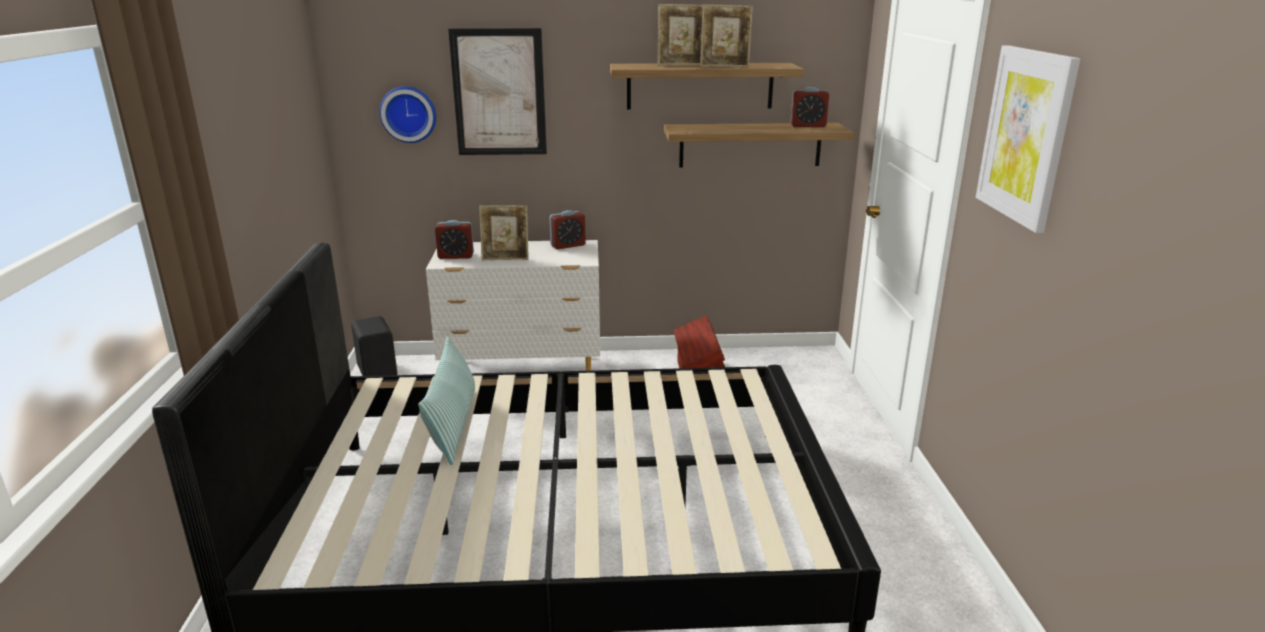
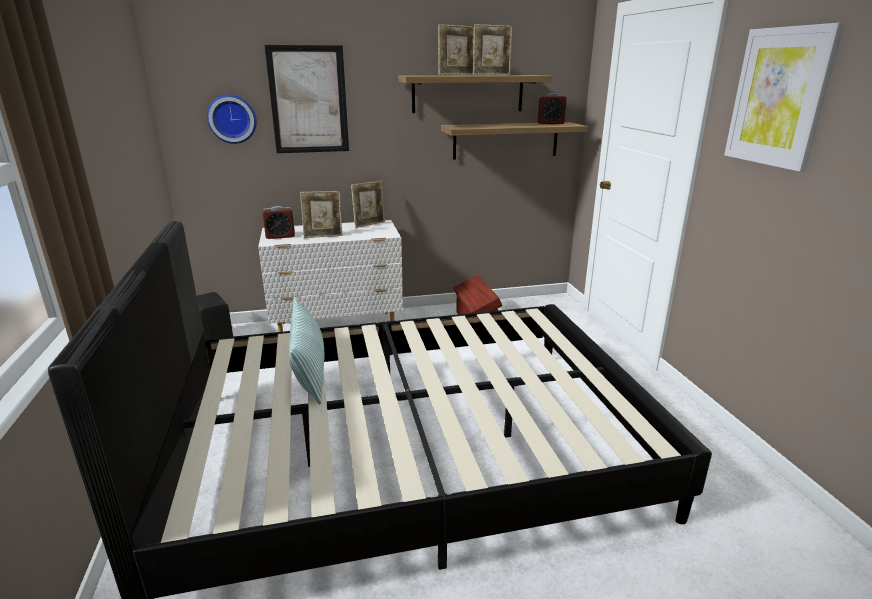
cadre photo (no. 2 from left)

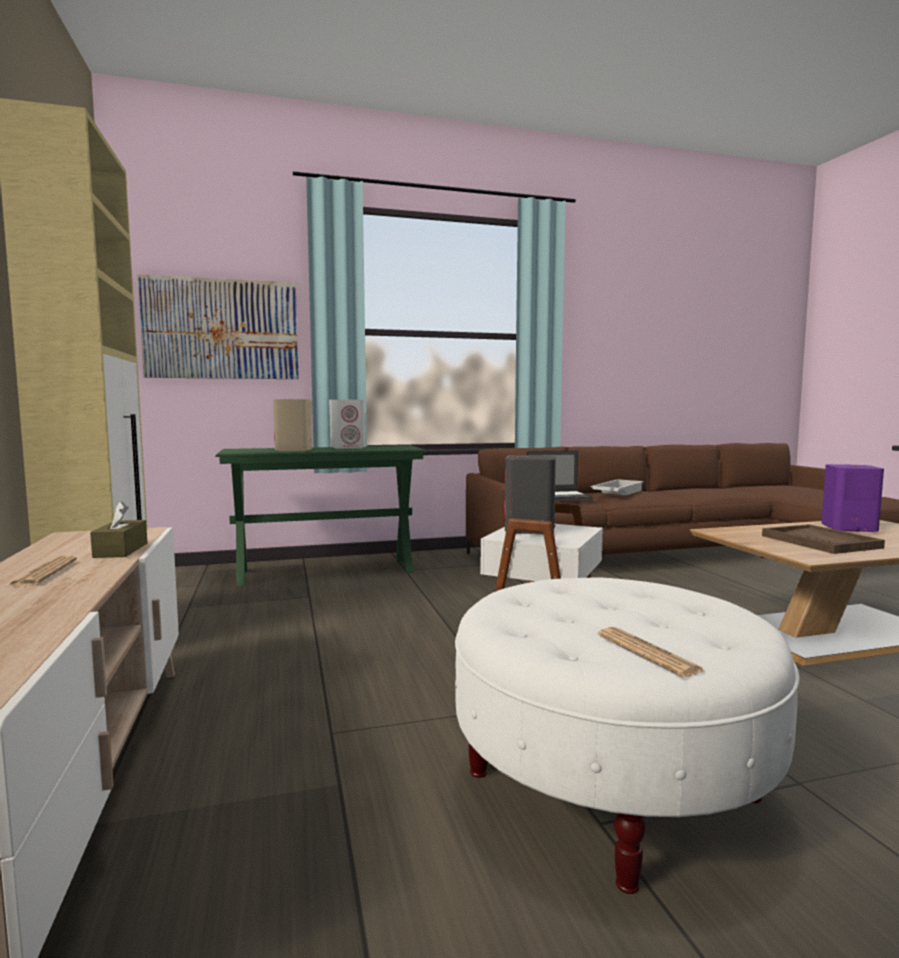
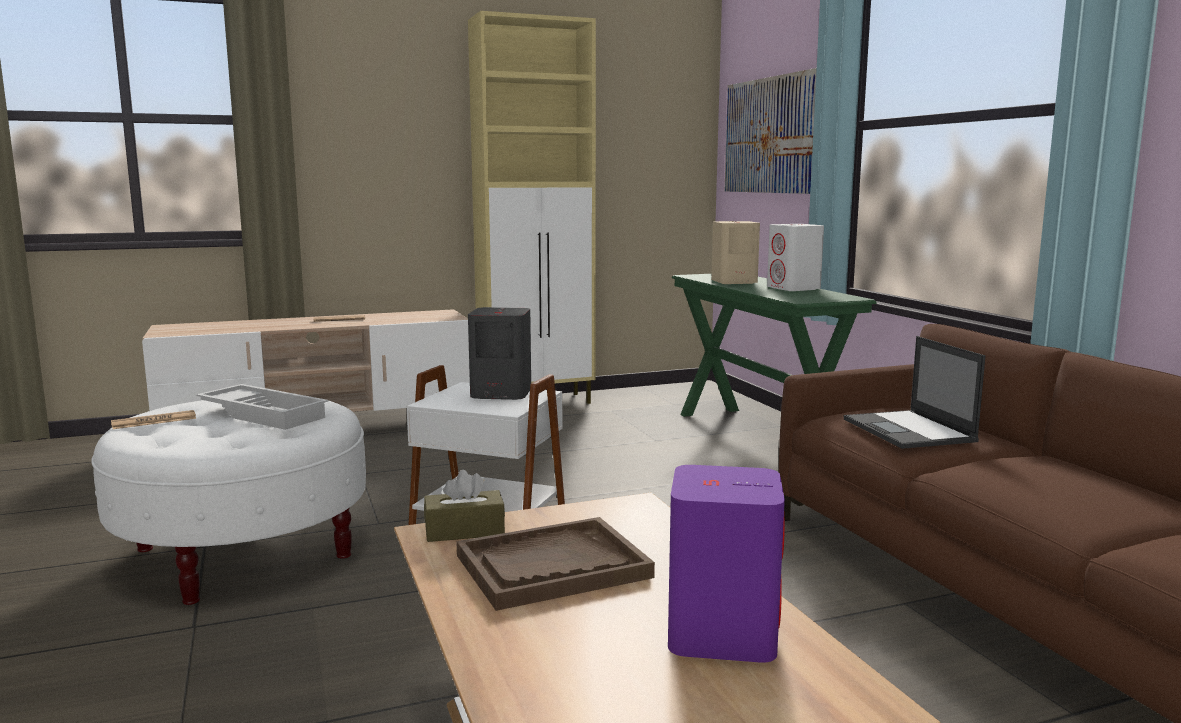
plateau (blanc); boîte à mouchoirs (marron)

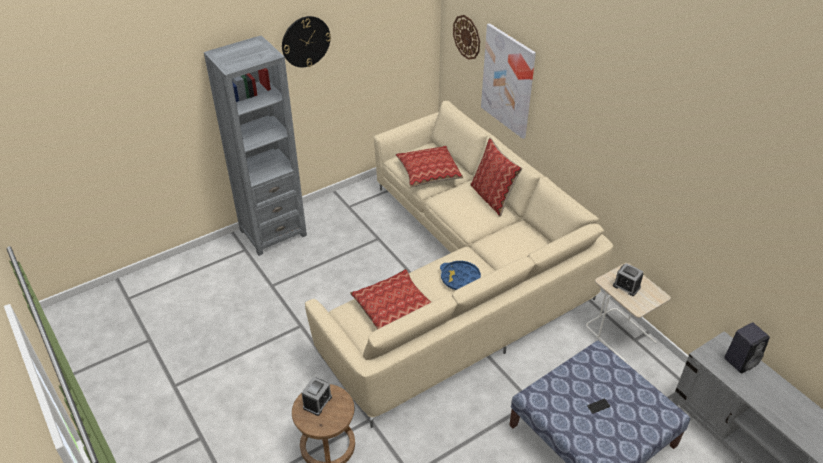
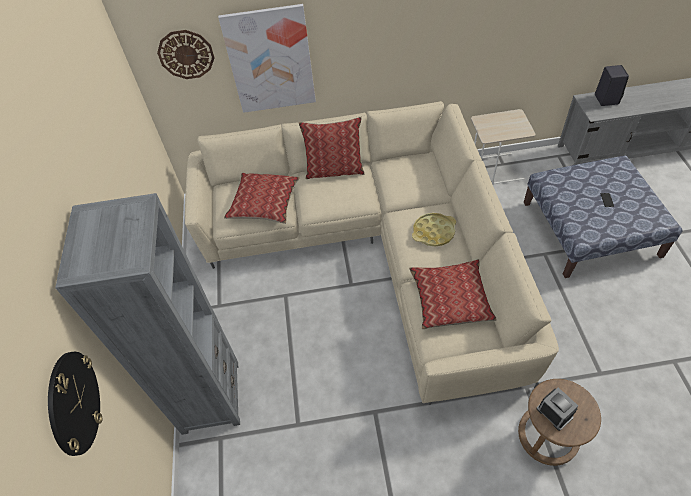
horloge murale (no. 1 from left); plateau (jaune); réveil (no. 2 from left in the first image)

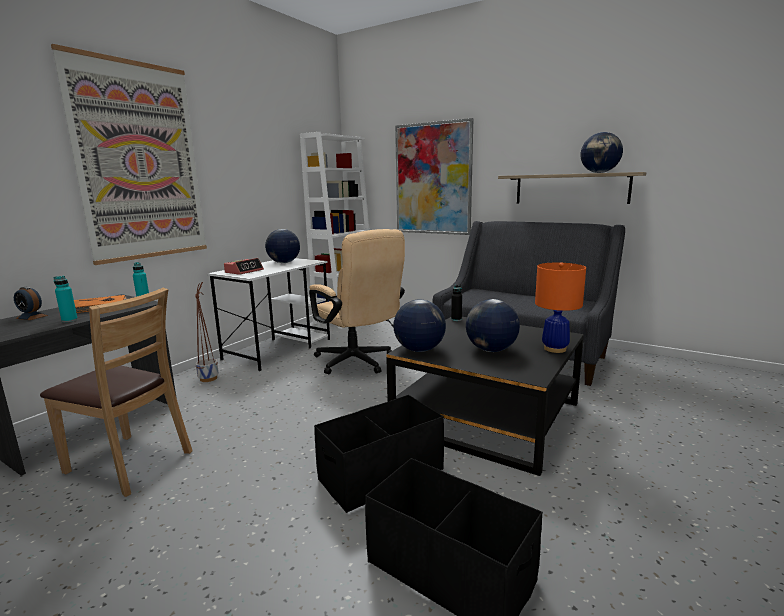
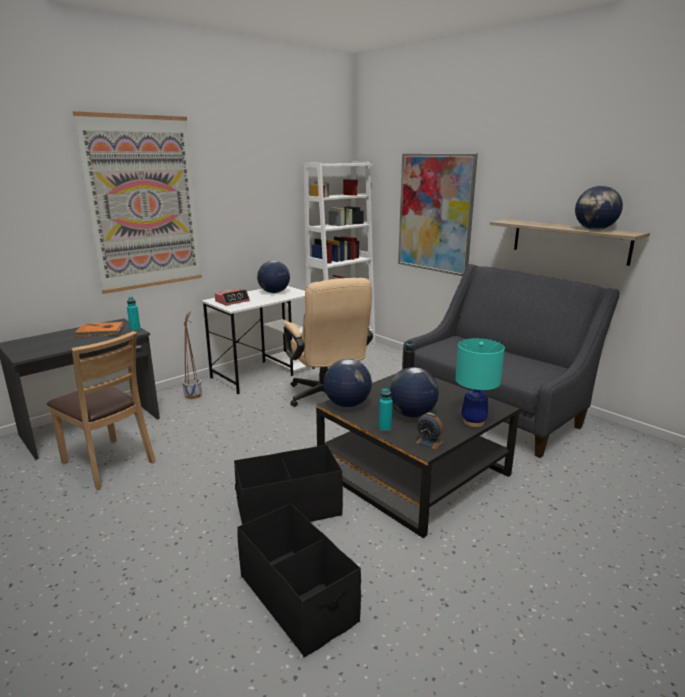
lampe de table (turquoise); bouteille (turquoise) (no. 2 from left); réveil (no. 2 from left)

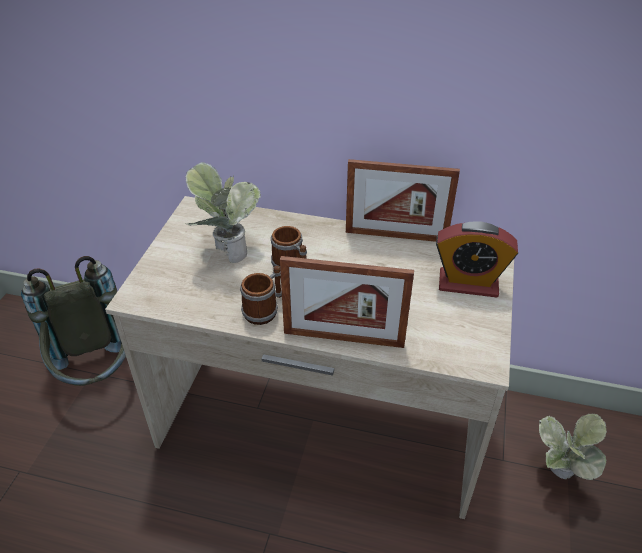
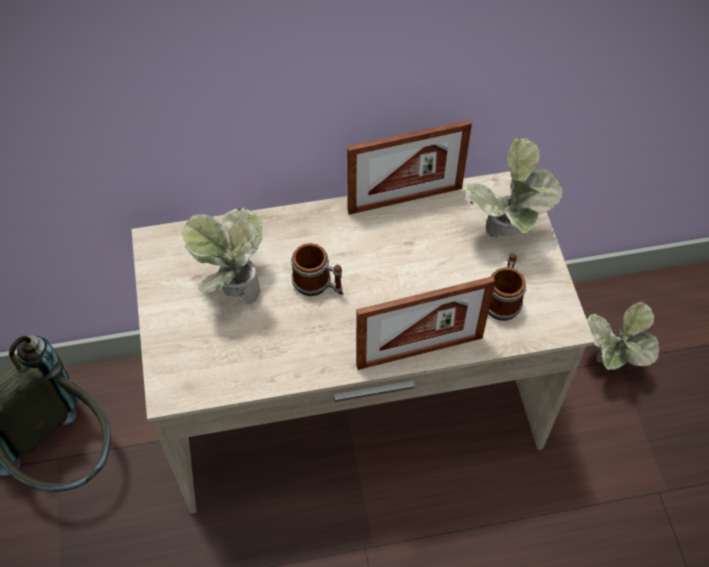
plante en pot (no. 2 from left); mug (no. 2 from left)

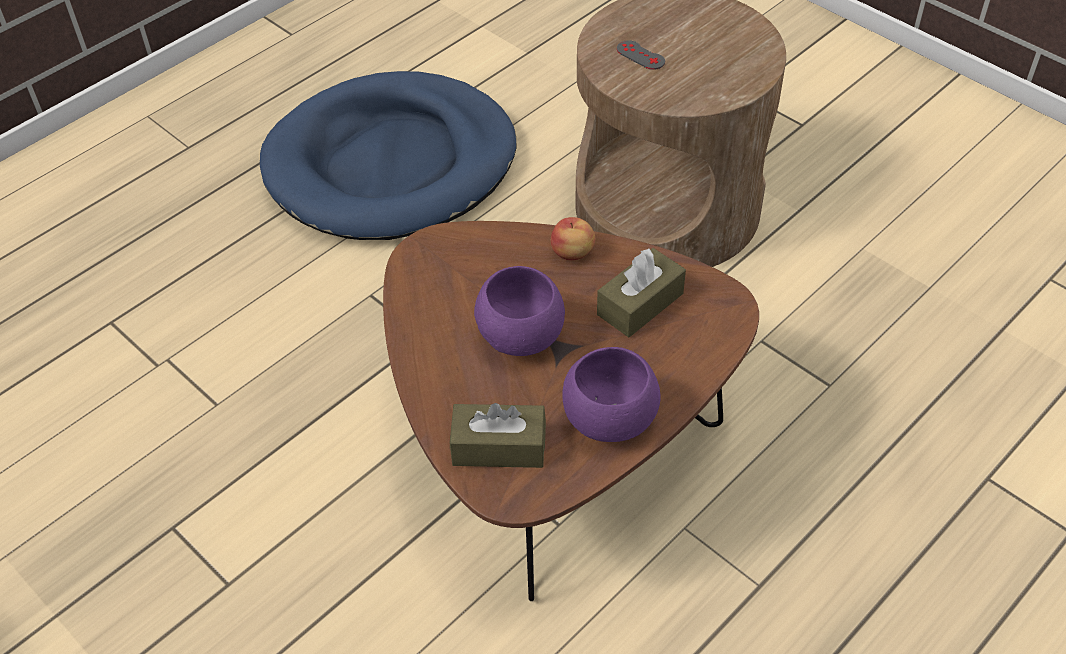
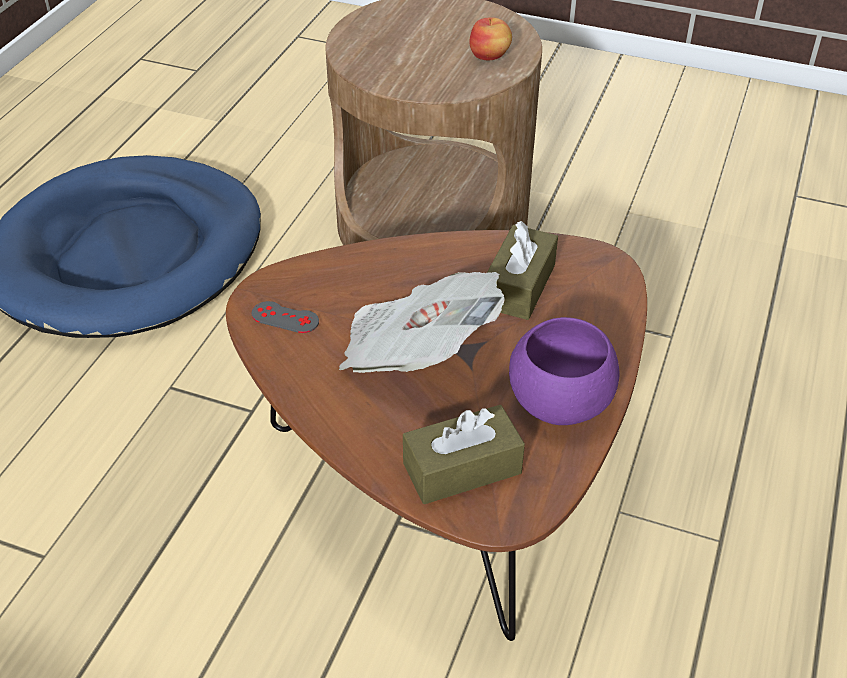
manette (gris); pomme; journal

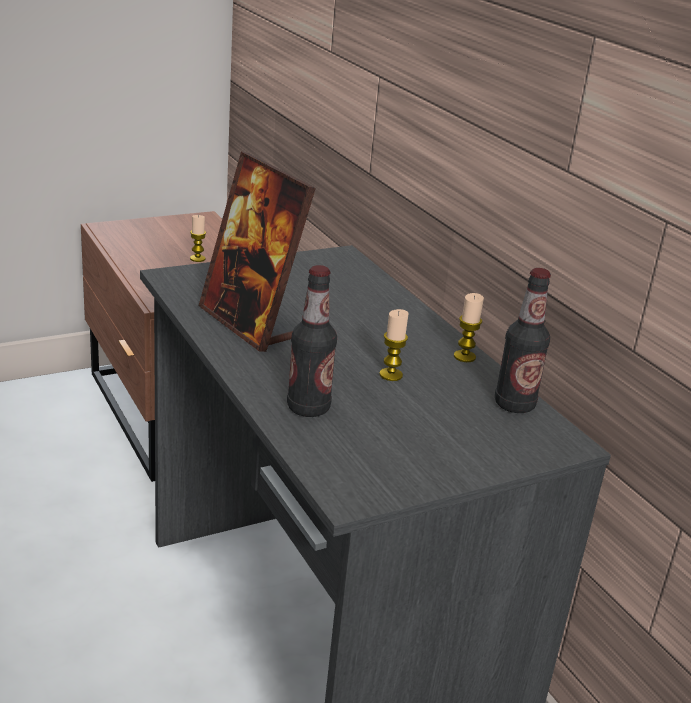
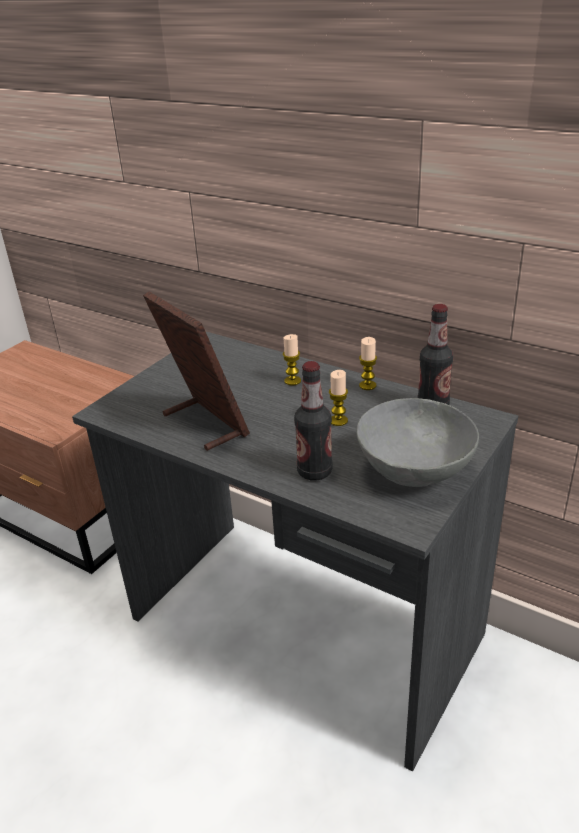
cadre photo; bougie (no. 1 from left); bol (gris)

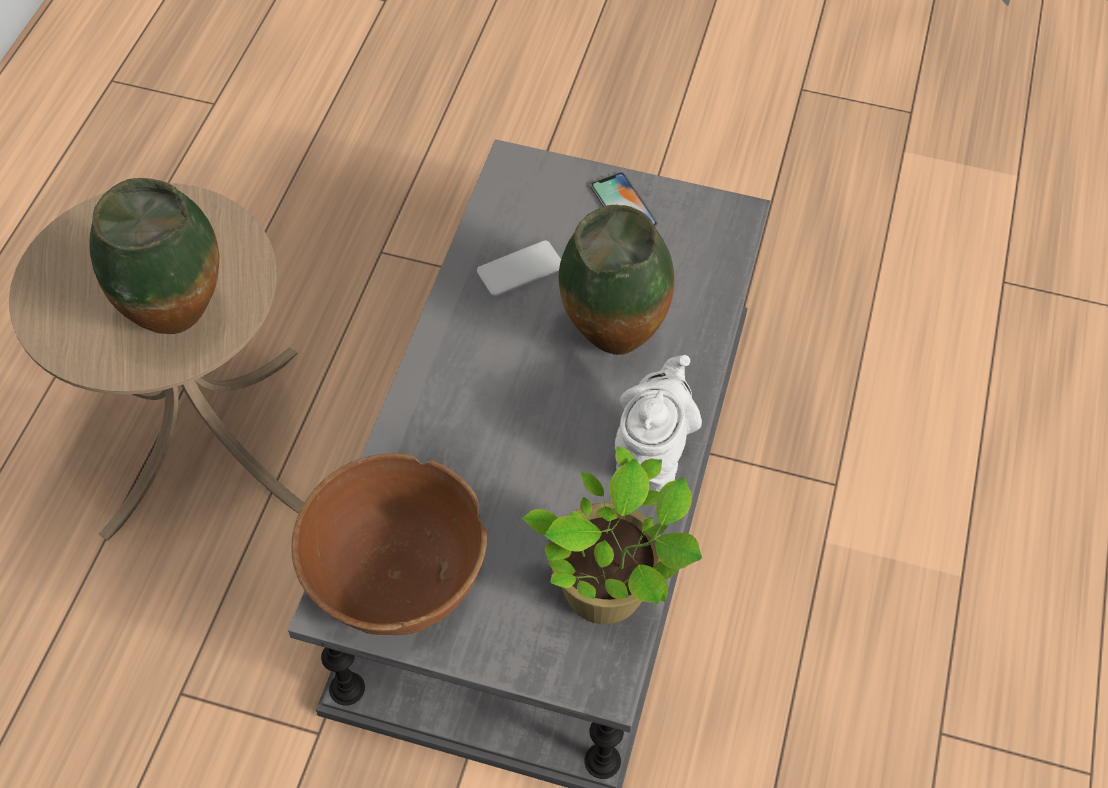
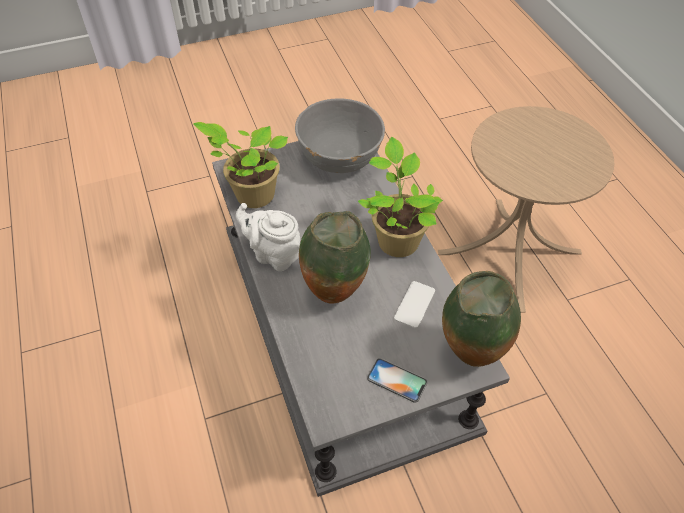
vase (no. 2 from left); théière (blanc); bol (gris); plante en pot (no. 2 from left)

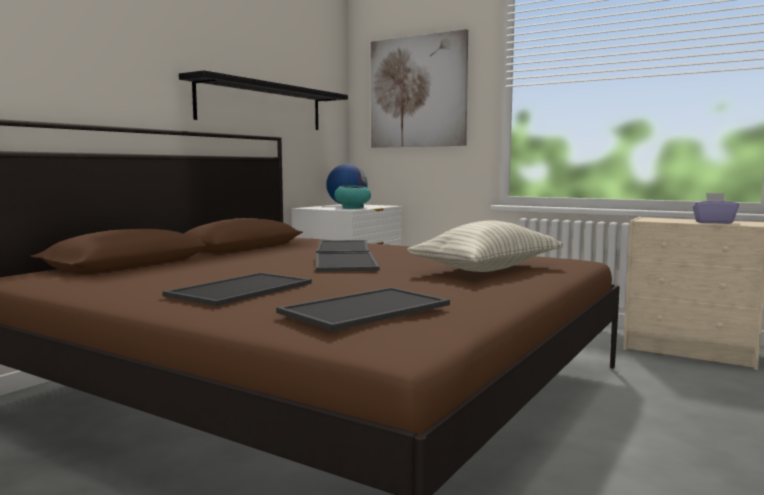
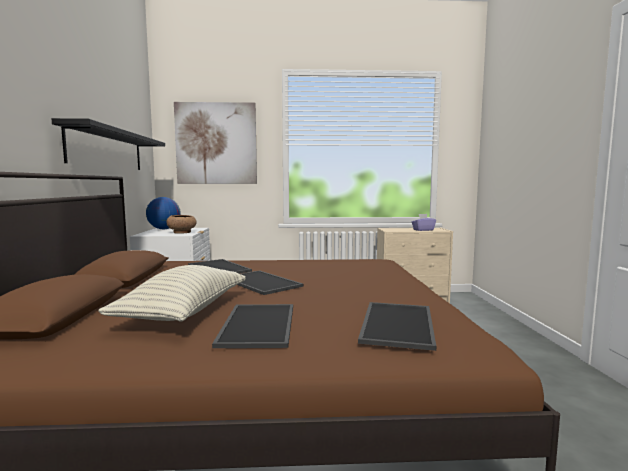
bol (marron); coussin

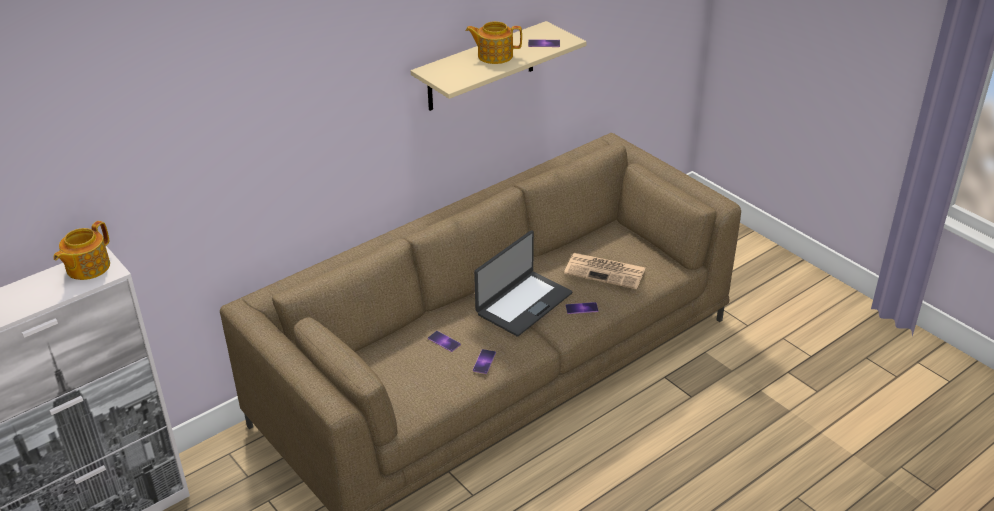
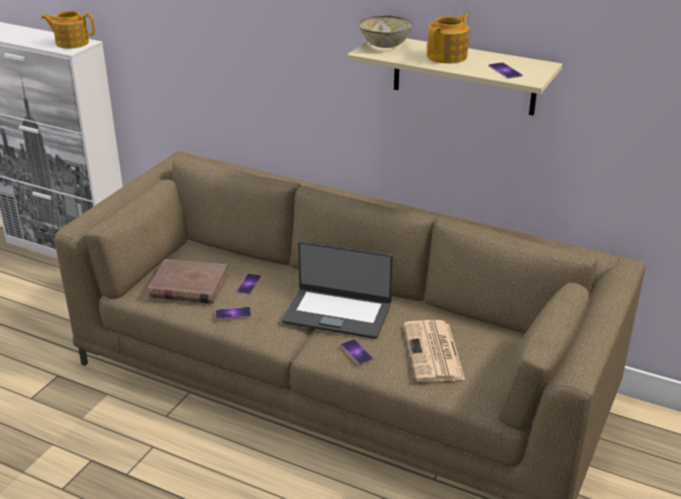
théière (no. 2 from left); bol; livre (marron)

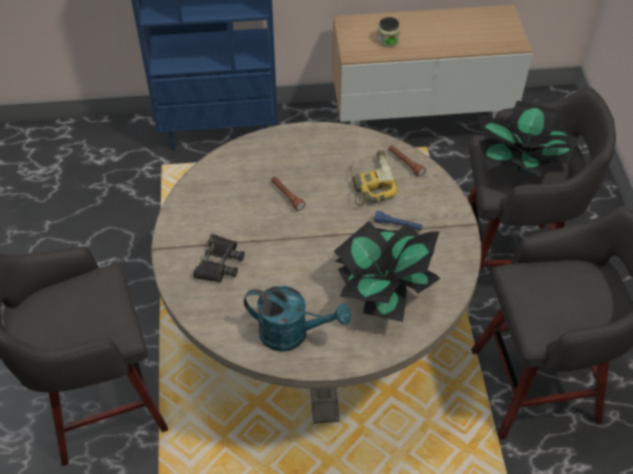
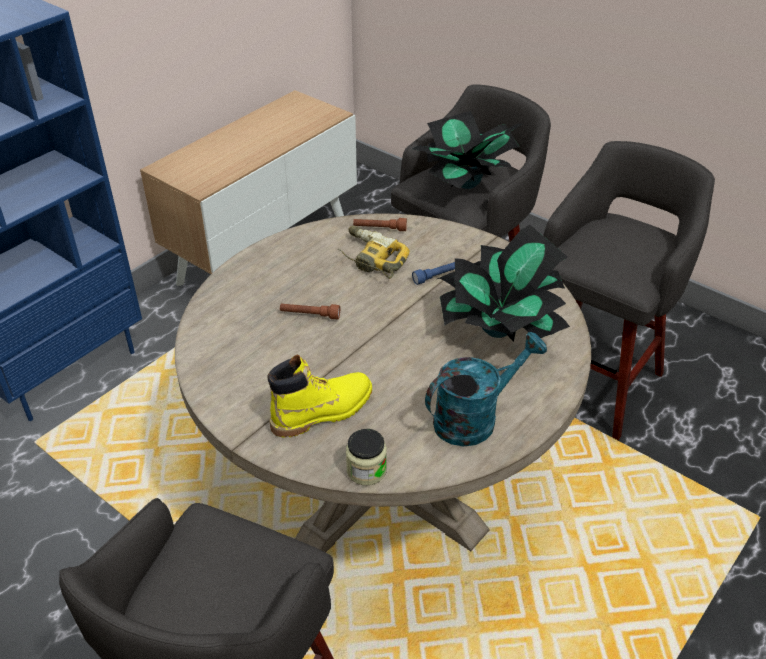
bocal; botte (jaune)

